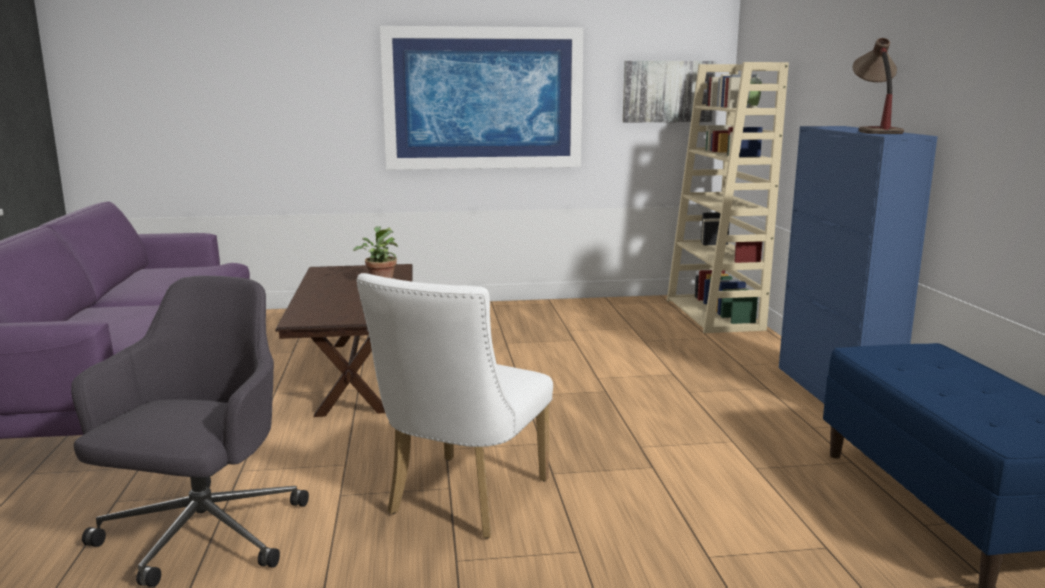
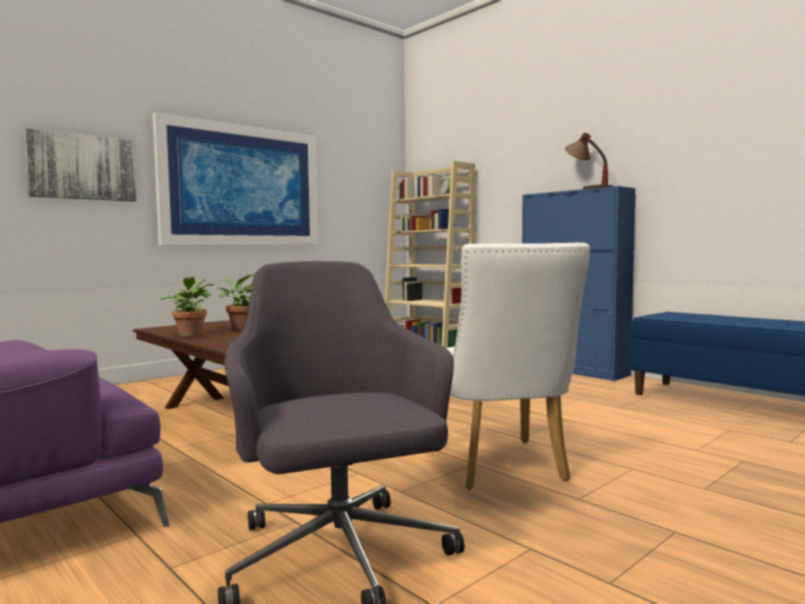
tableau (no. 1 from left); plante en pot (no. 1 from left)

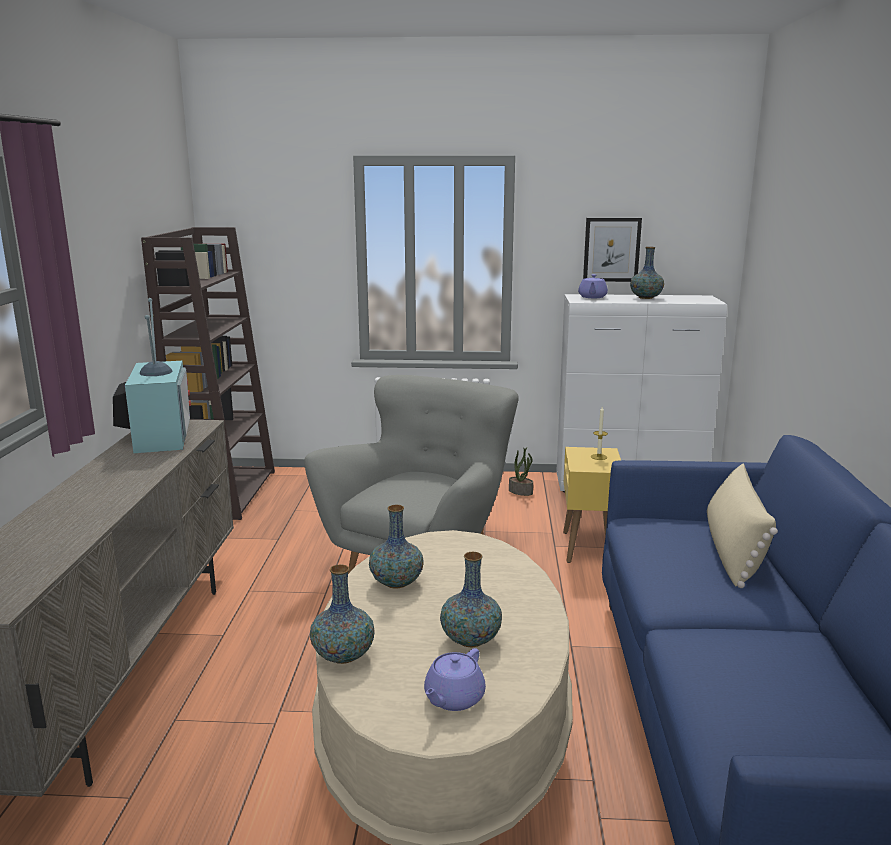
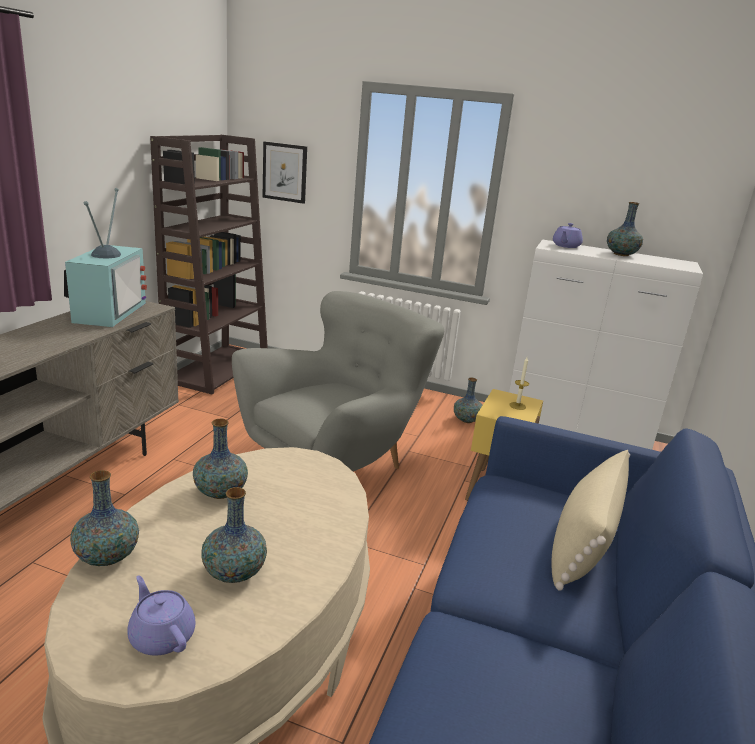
tableau; vase (no. 4 from left); théière (violet) (no. 1 from left)

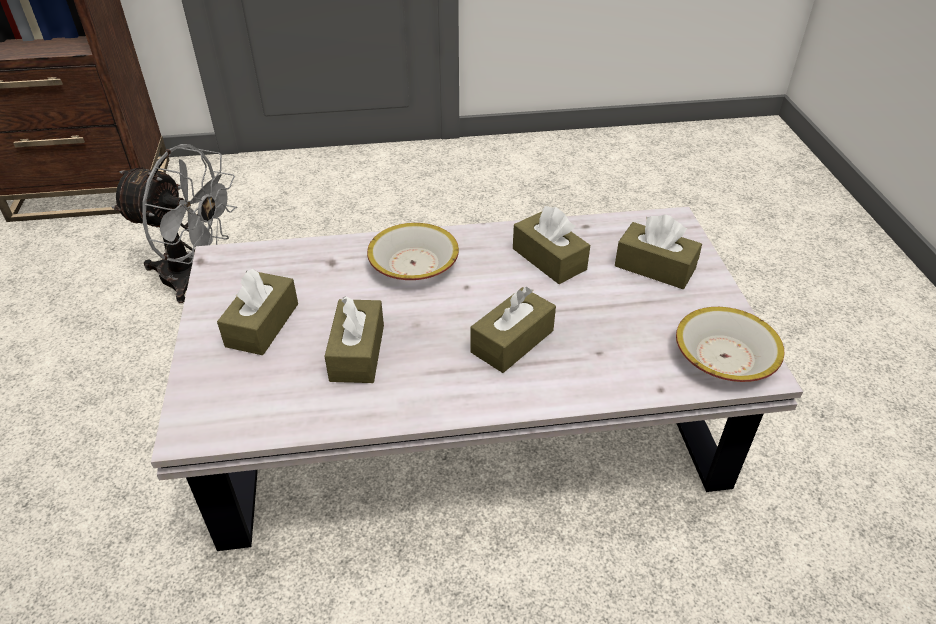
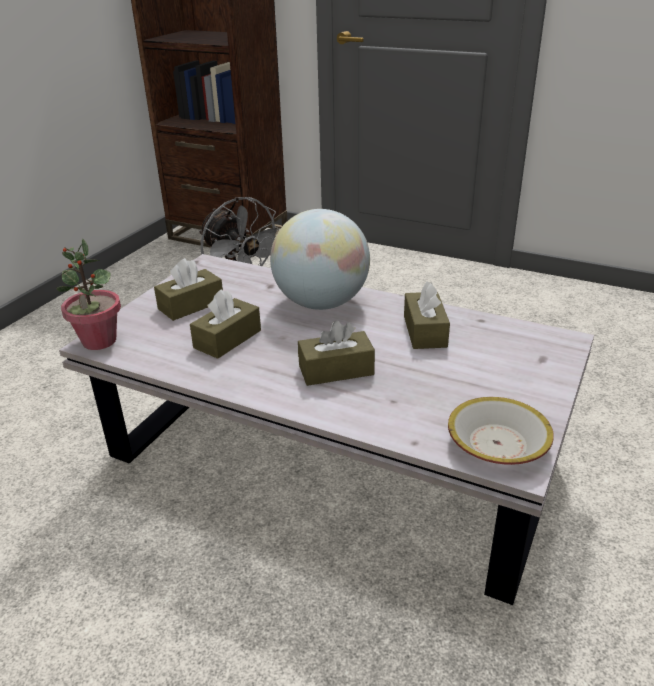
boîte à mouchoirs (marron) (no. 5 from left in the first image); globe; plante en pot

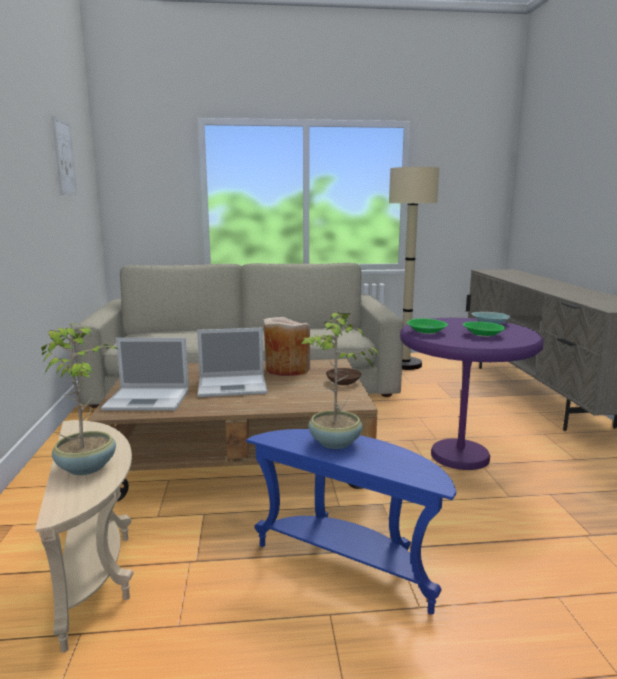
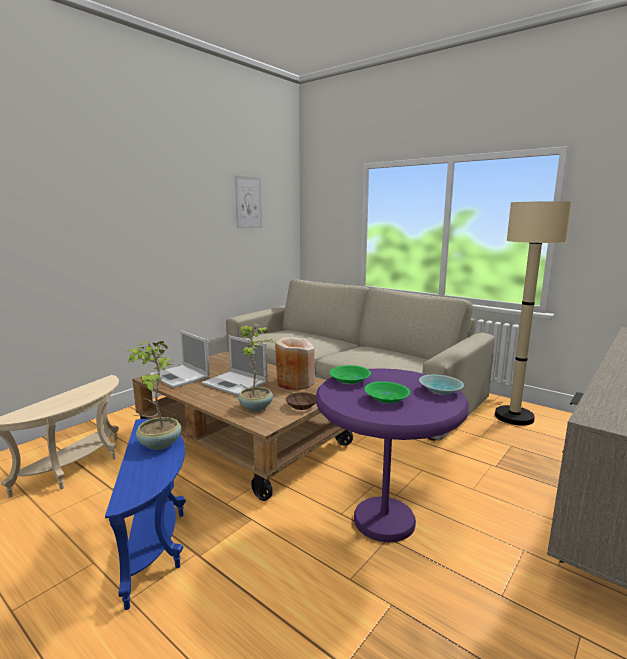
plante en pot (no. 2 from left)

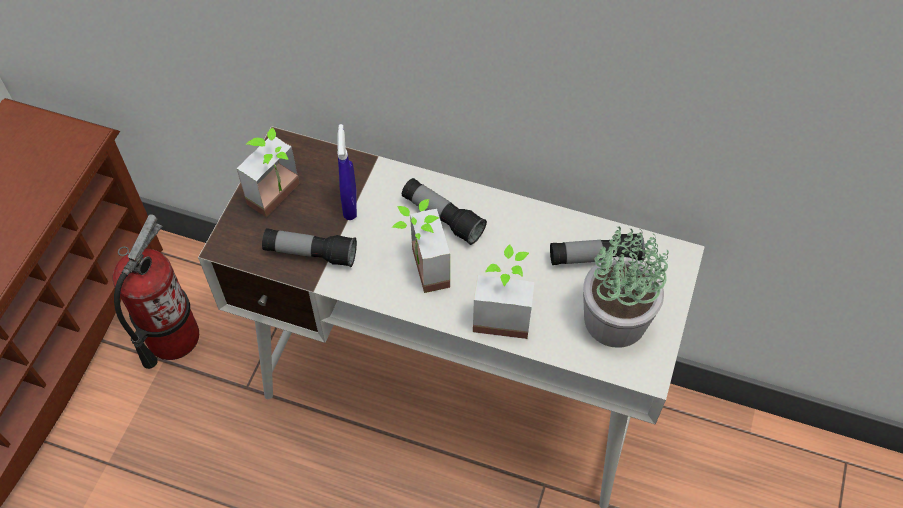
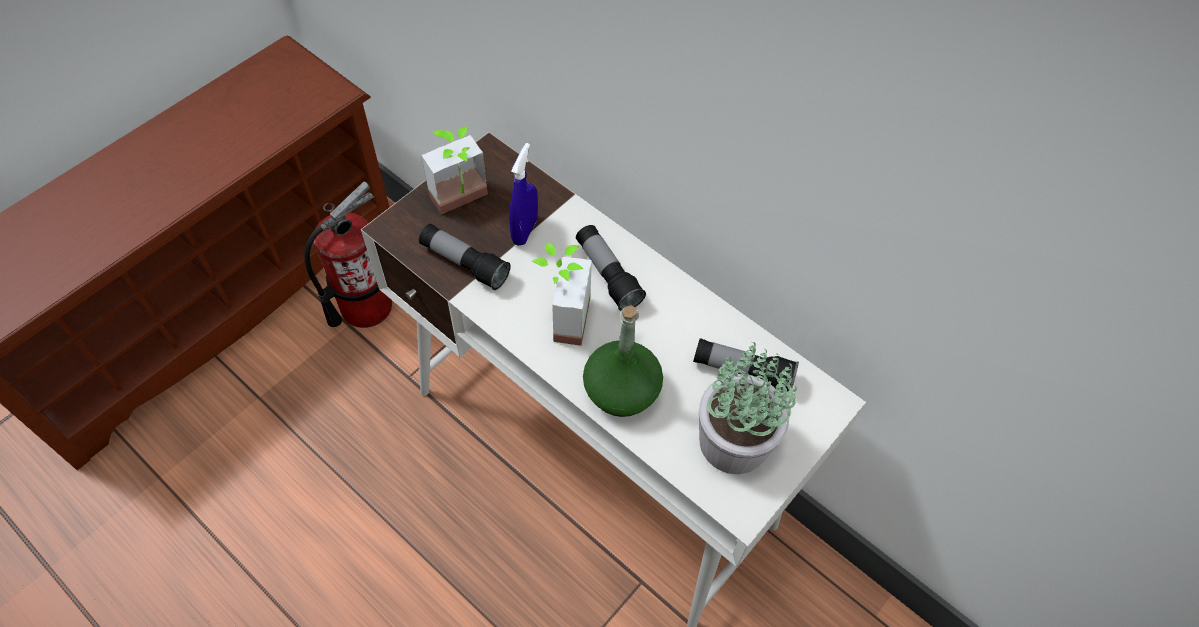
bouteille (vert)

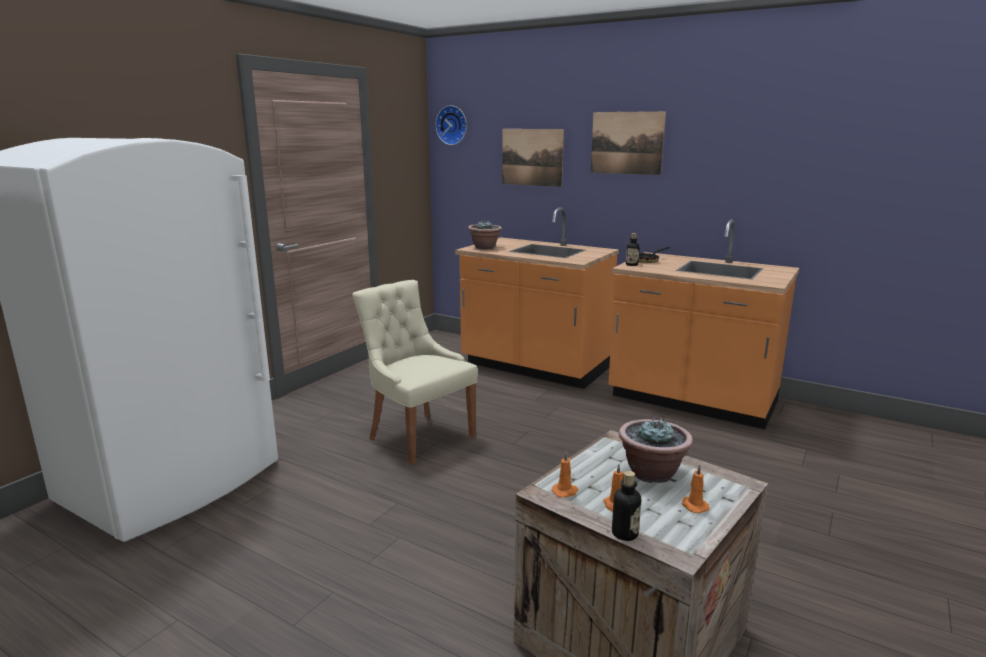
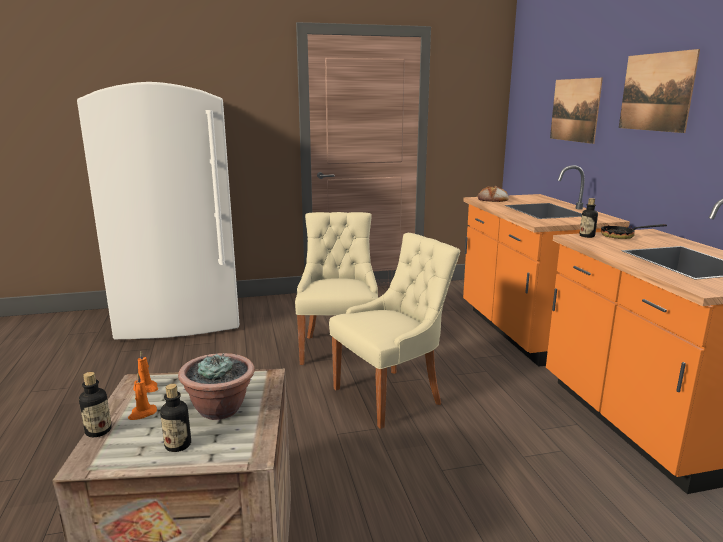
horloge murale; pain; bouteille (no. 2 from left); chaise (beige) (no. 2 from left)

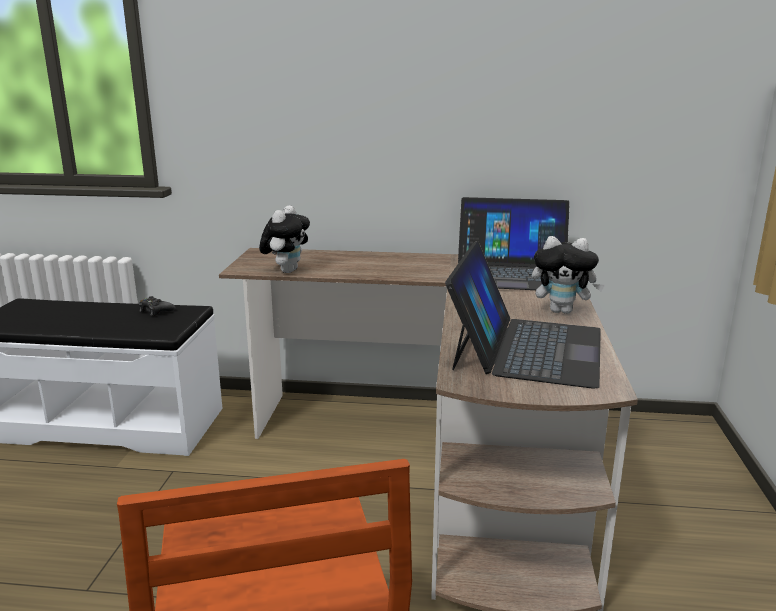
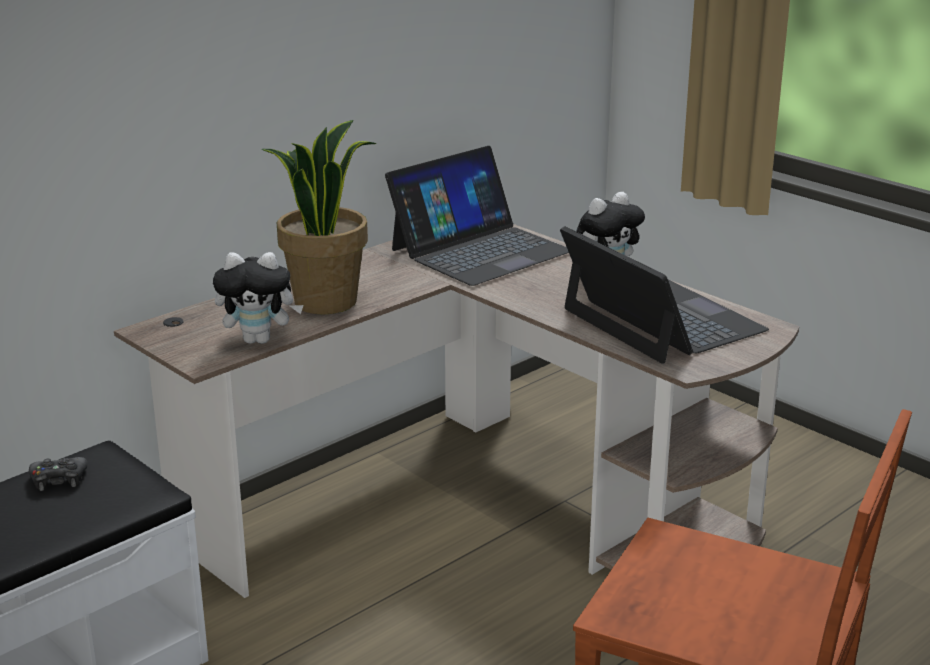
peluche (no. 1 from left); plante en pot

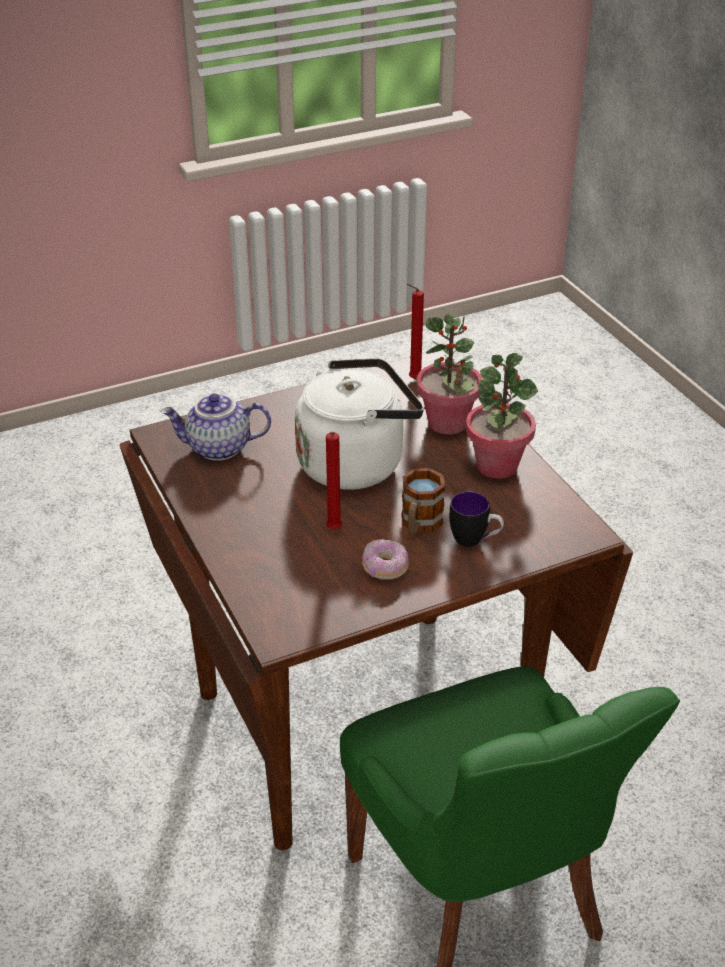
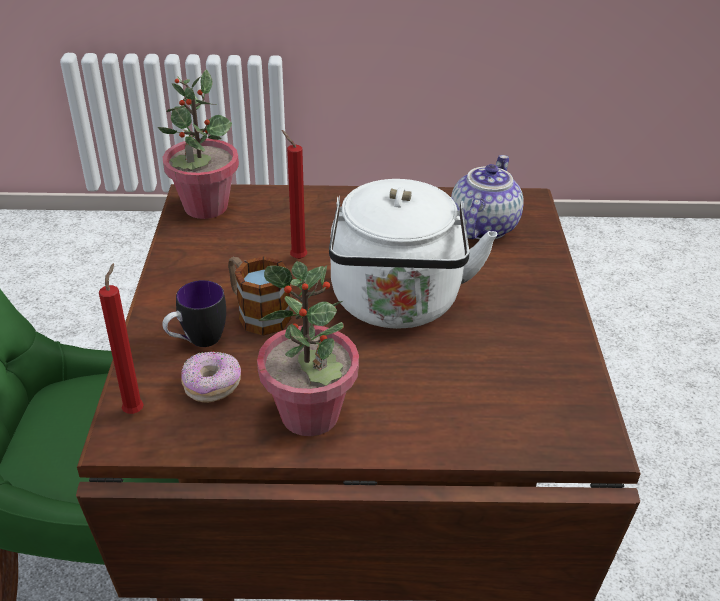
bougie (rouge) (no. 1 from left); plante en pot (no. 1 from left); beignet

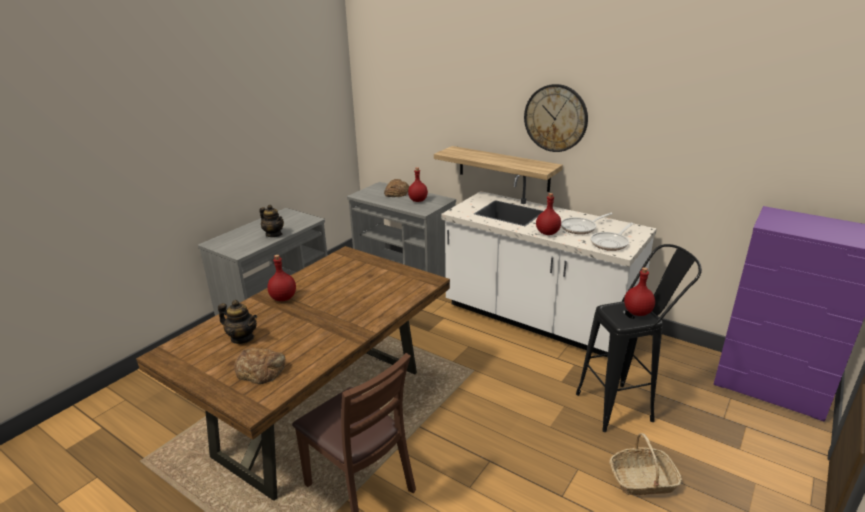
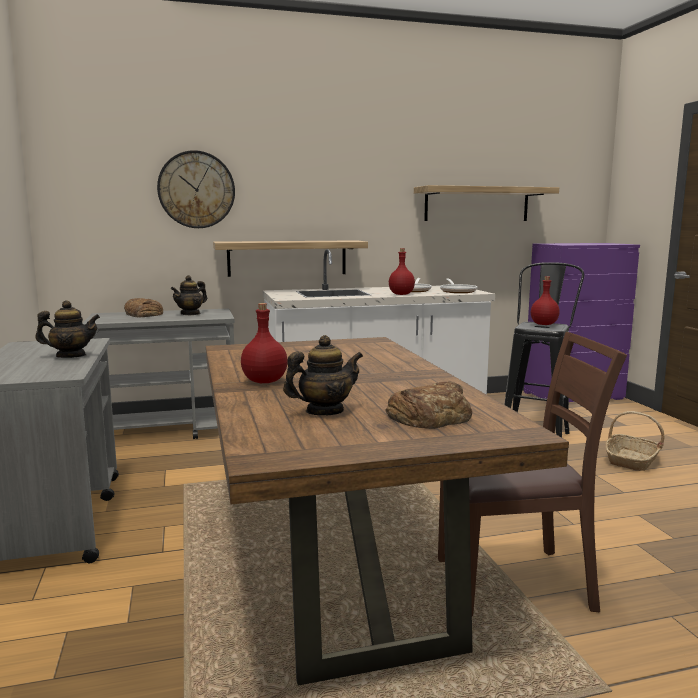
horloge murale; théière (no. 2 from left); étagère (no. 2 from left)

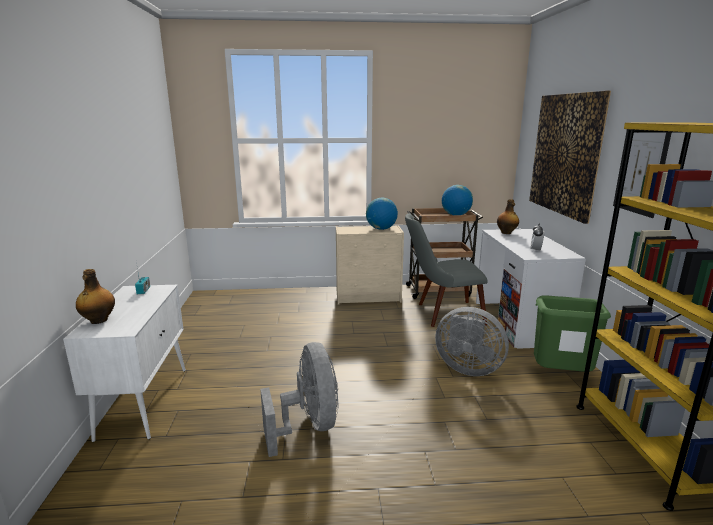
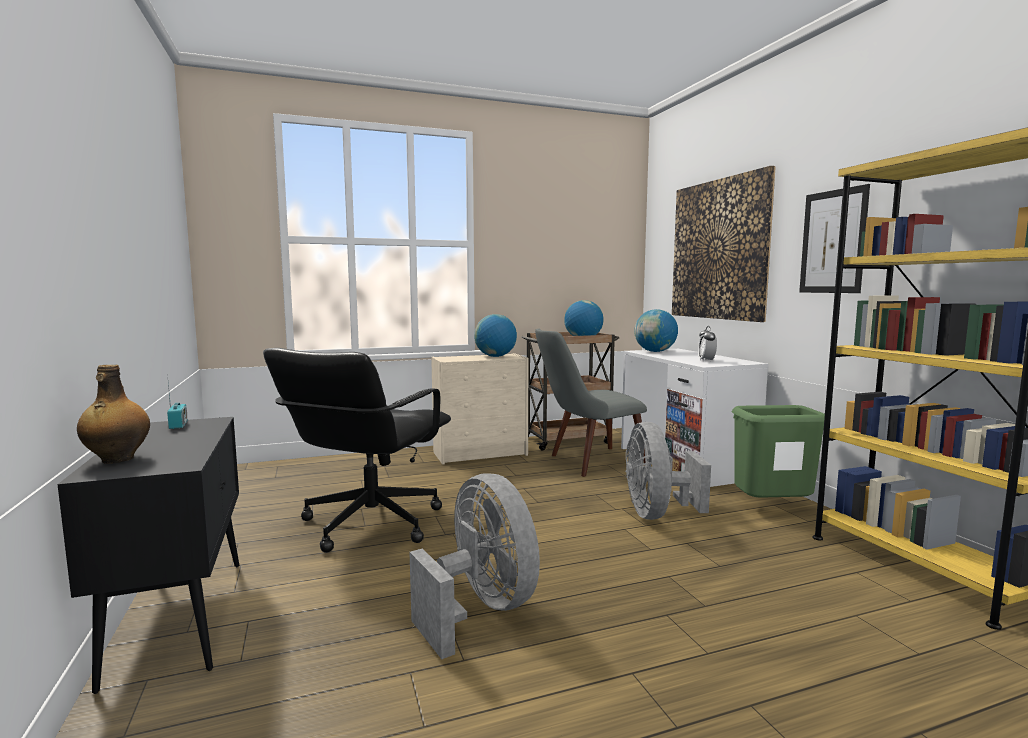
globe (no. 3 from left); meuble de rangement (noir); ventilateur (gris) (no. 2 from left); chaise de bureau (noir)

